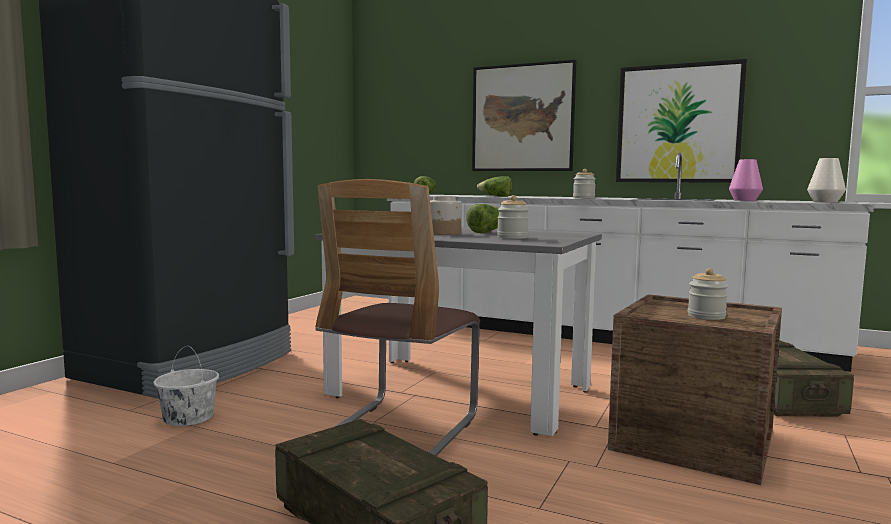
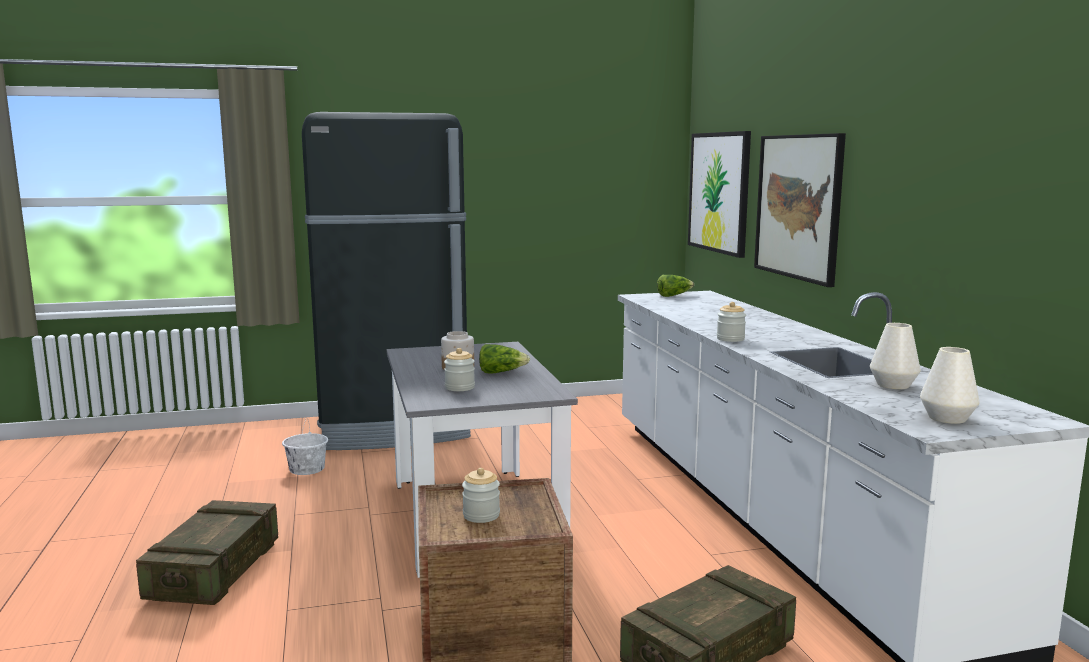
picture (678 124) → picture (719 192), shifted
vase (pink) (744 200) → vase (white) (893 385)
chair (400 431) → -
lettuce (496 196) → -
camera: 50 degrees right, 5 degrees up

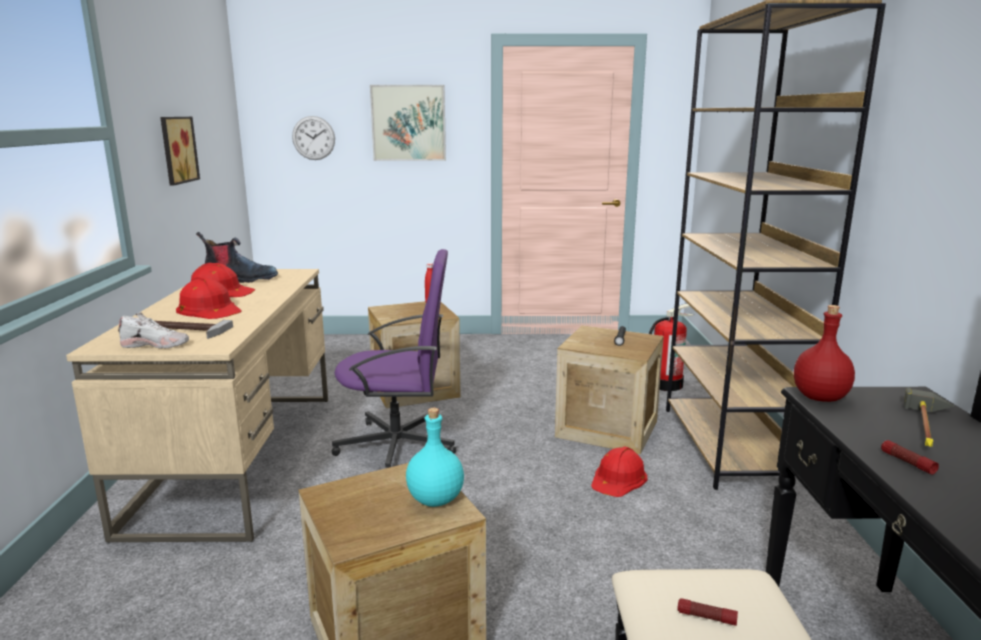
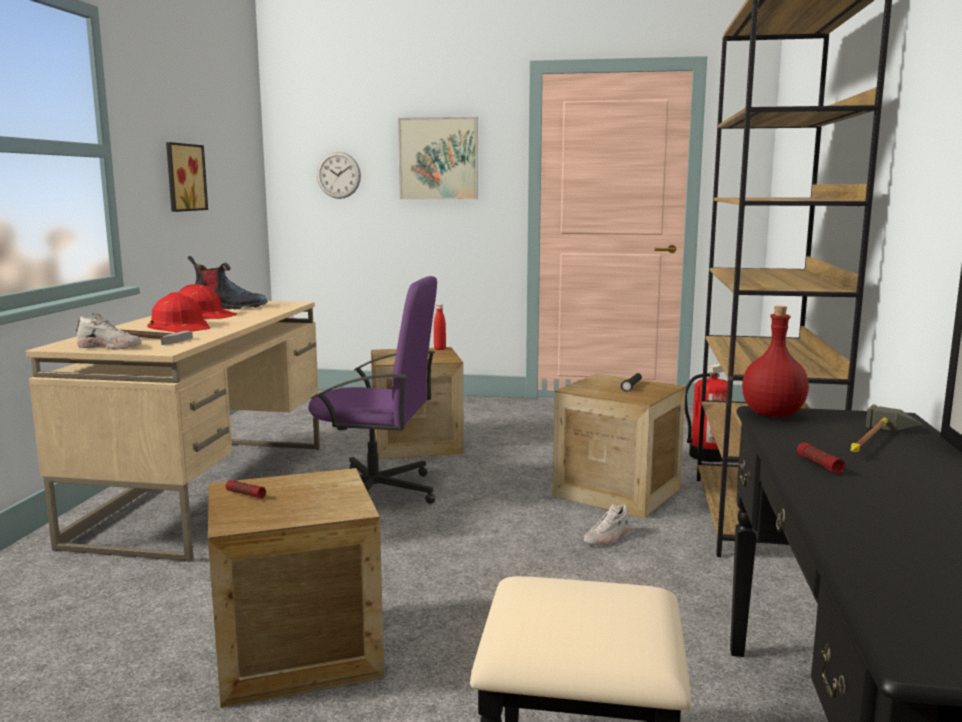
flashlight (706 617) → flashlight (245 494), shifted
hard hat (red) (619 478) → shoe (white) (608 538)
bottle (turquoise) (435 500) → -
camera: 10 degrees right, 5 degrees down

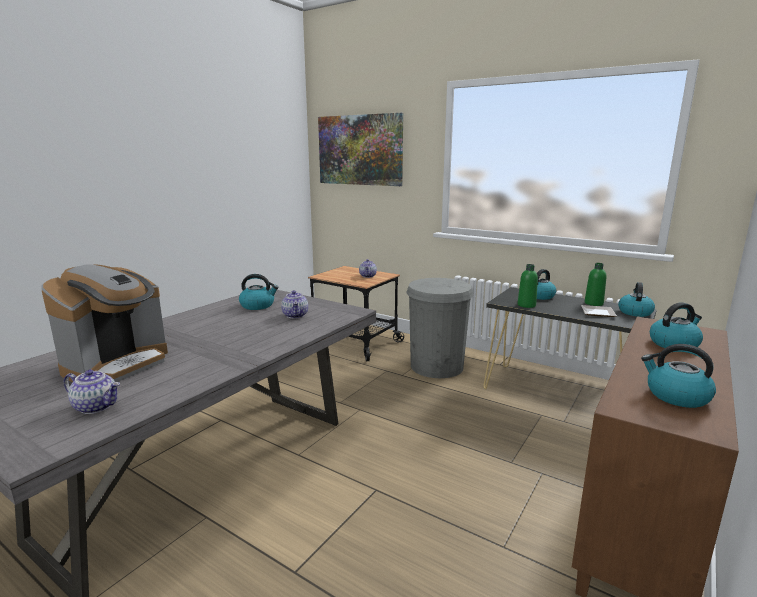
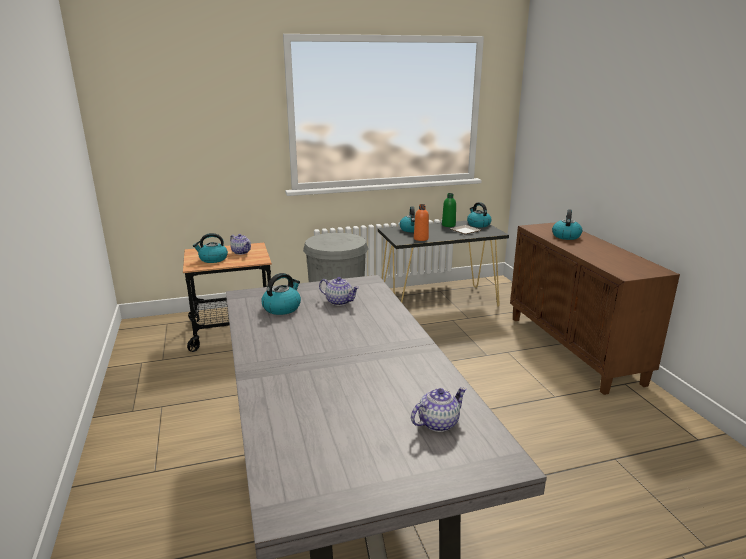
kettle (676 396) → kettle (213 259), shifted
bottle (green) (526 305) → bottle (orange) (421 239)
coffee machine (117 364) → -
picture (360 150) → -
camera: 50 degrees left, 5 degrees up

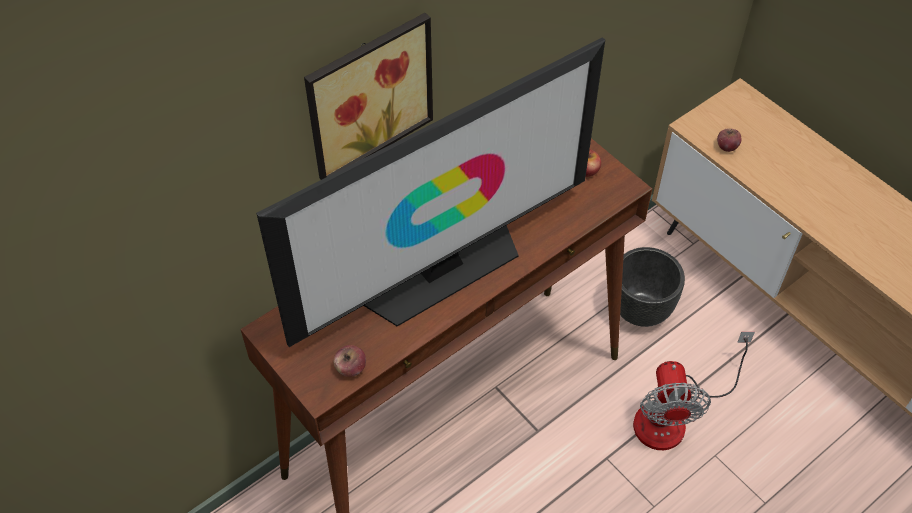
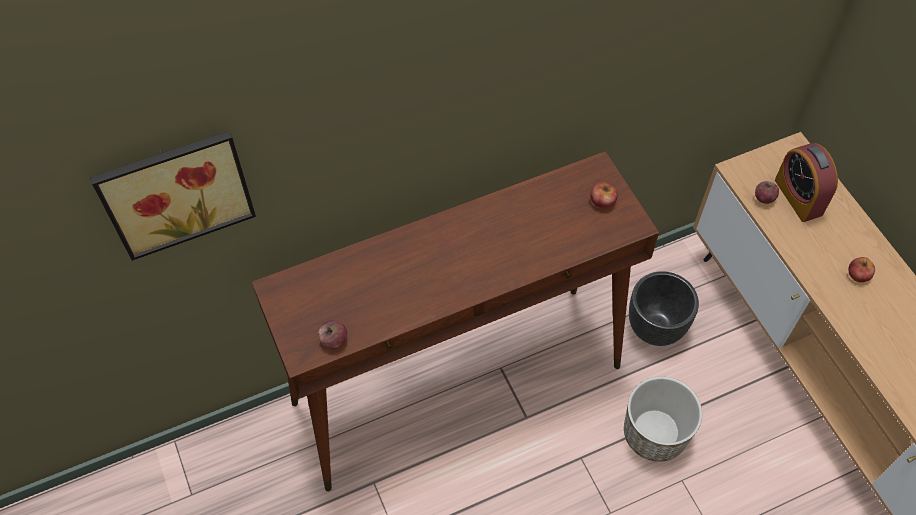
picture (366 94) → picture (175 190), shifted
fan (673 415) → planter (654 433)
- → alarm clock (798 197)
- → apple (858 274)
television (441 269) → -
camera: 15 degrees right, 5 degrees up

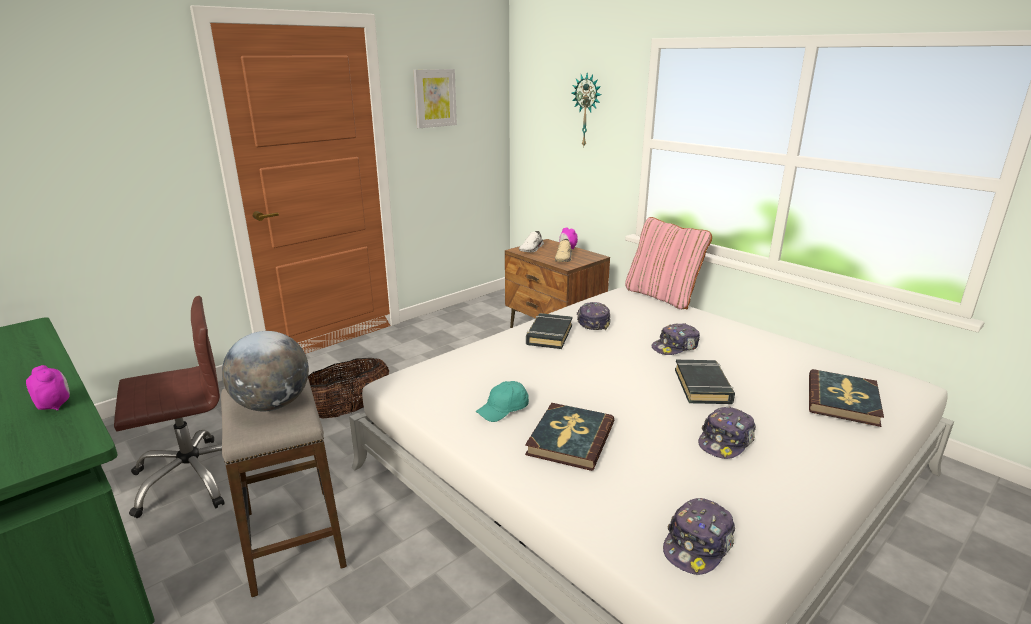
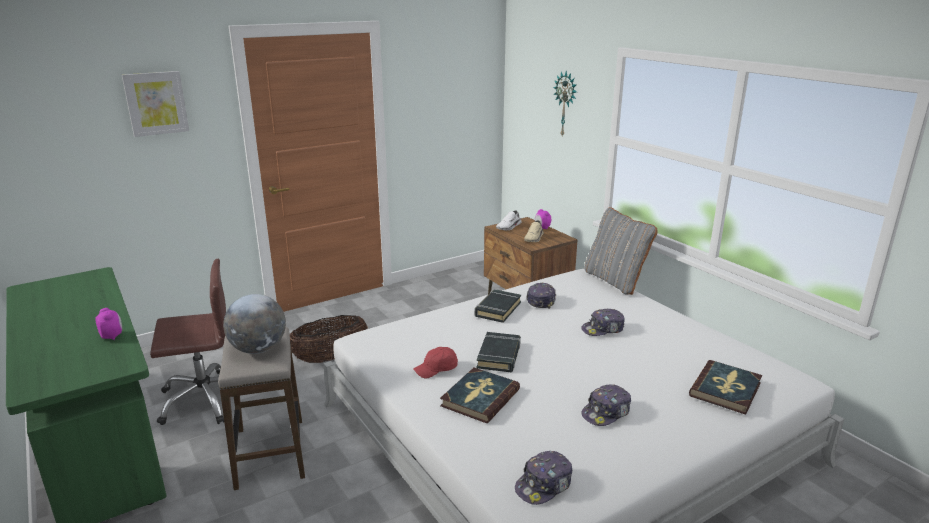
picture (434 98) → picture (156 103), shifted
cap (turquoise) (504 409) → cap (red) (436 369)
book (black) (703 386) → book (black) (499 356), shifted
pillow (pink) (662 296) → pillow (grey) (615 281)
camera: 10 degrees right, 0 degrees up

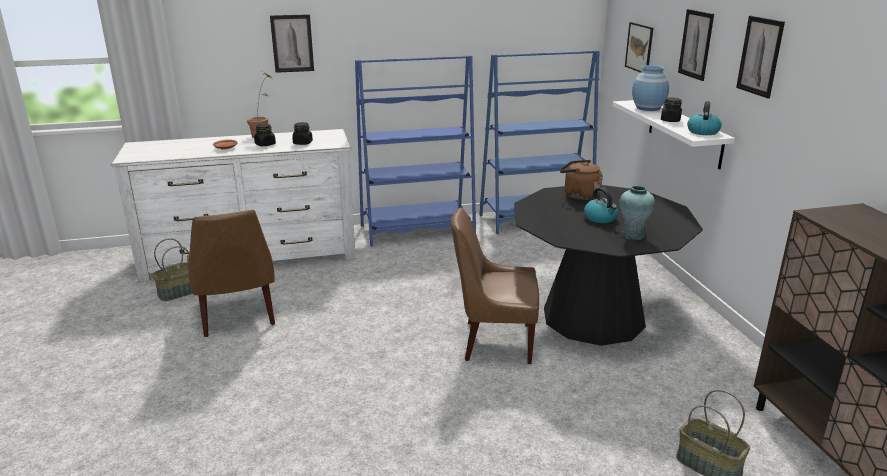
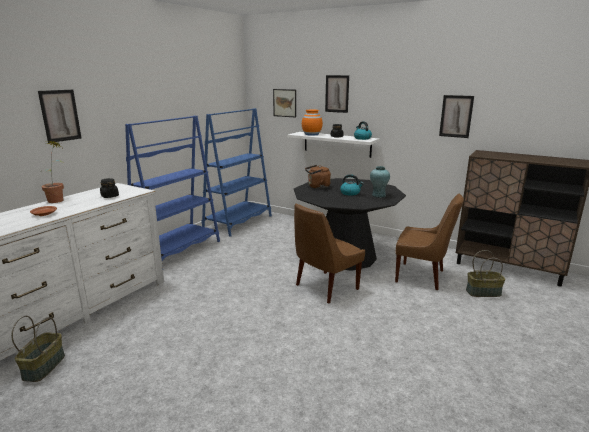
vase (blue) (648 108) → vase (orange) (311 134)
chair (brown) (237 318) → chair (brown) (422 277), shifted
picture (760 56) → picture (456 116), shifted
jar (black) (265 144) → -
camera: 45 degrees left, 5 degrees down

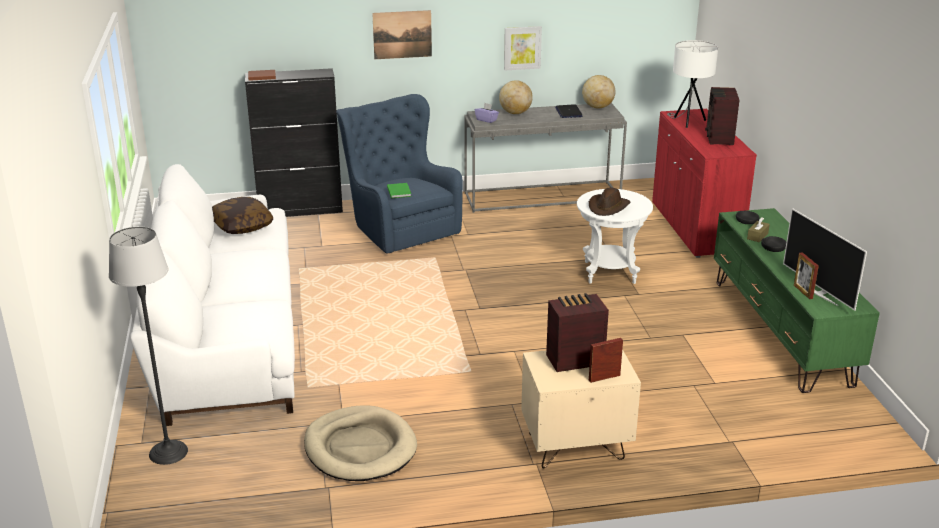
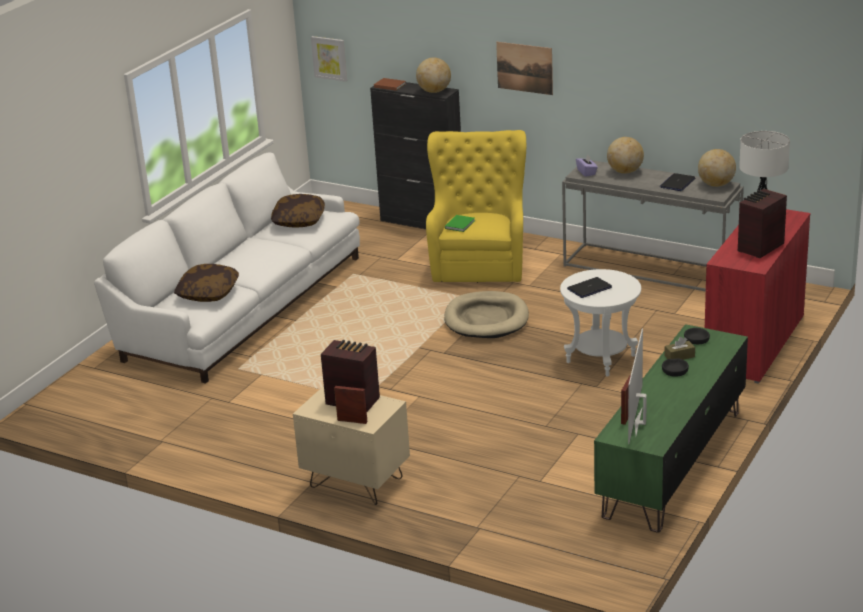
- → pillow (208 293)
picture (522 48) → picture (329 58), shifted
- → globe (434 91)
armchair (blue) (399 227) → armchair (yellow) (480 261)
dog bed (beige) (360 448) → dog bed (beige) (486 319), shifted
hat (brown) (608 207) → laptop (589 288)
floor lamp (168 452) → -
camera: 40 degrees right, 0 degrees up

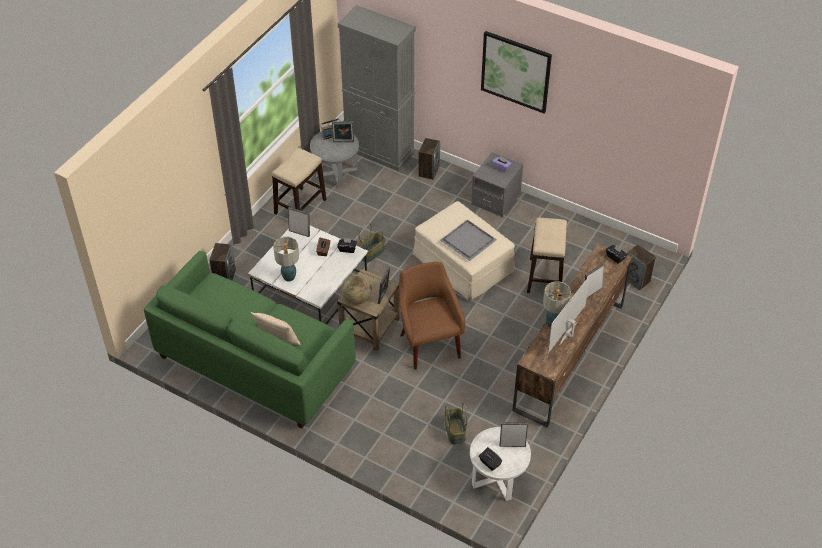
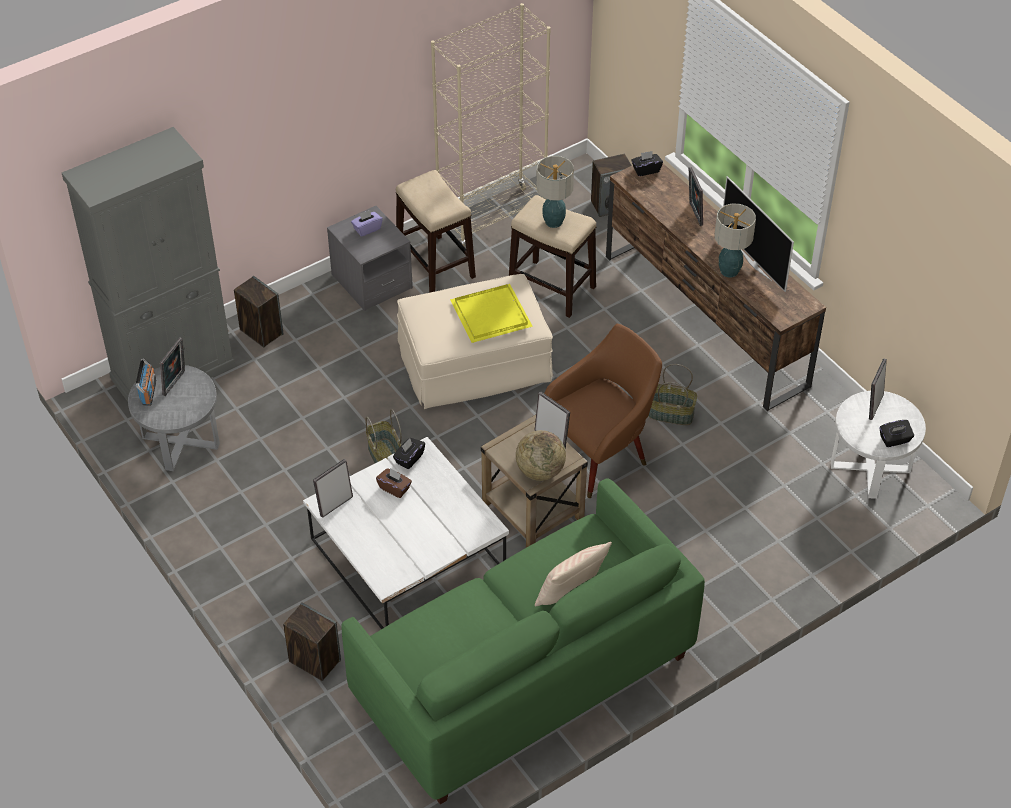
stool (300 207) → stool (436 266), shifted
- → bookcase (beige) (492 217)
tray (grey) (468 242) → tray (yellow) (492 315)
table lamp (289 277) → table lamp (554 222), shifted
armchair (brown) (429 342) → armchair (brown) (599 454), 135 degrees clockwise
basket (454 431) → basket (670 414), shifted
picture (516 71) → -
camera: 65 degrees left, 0 degrees up

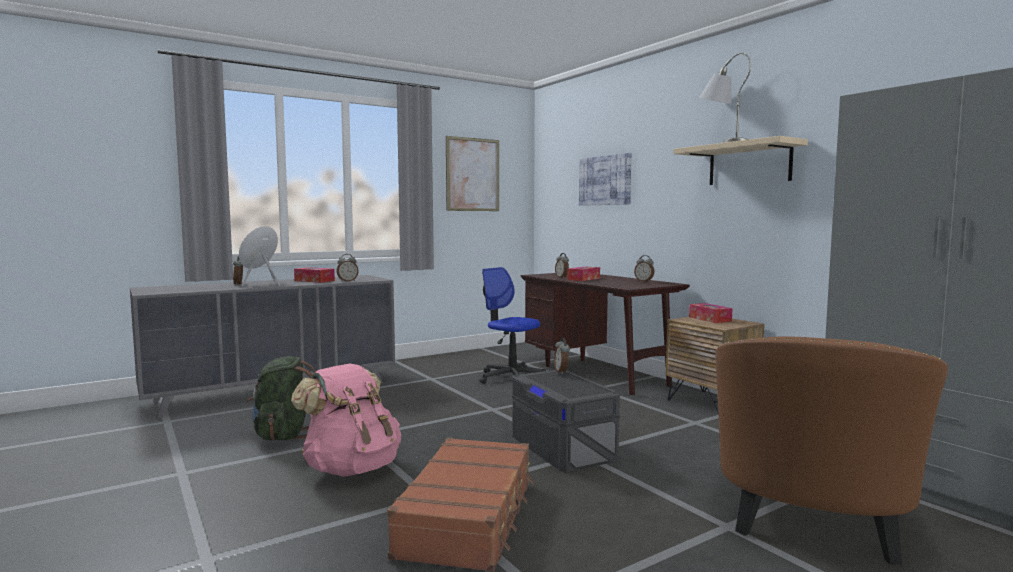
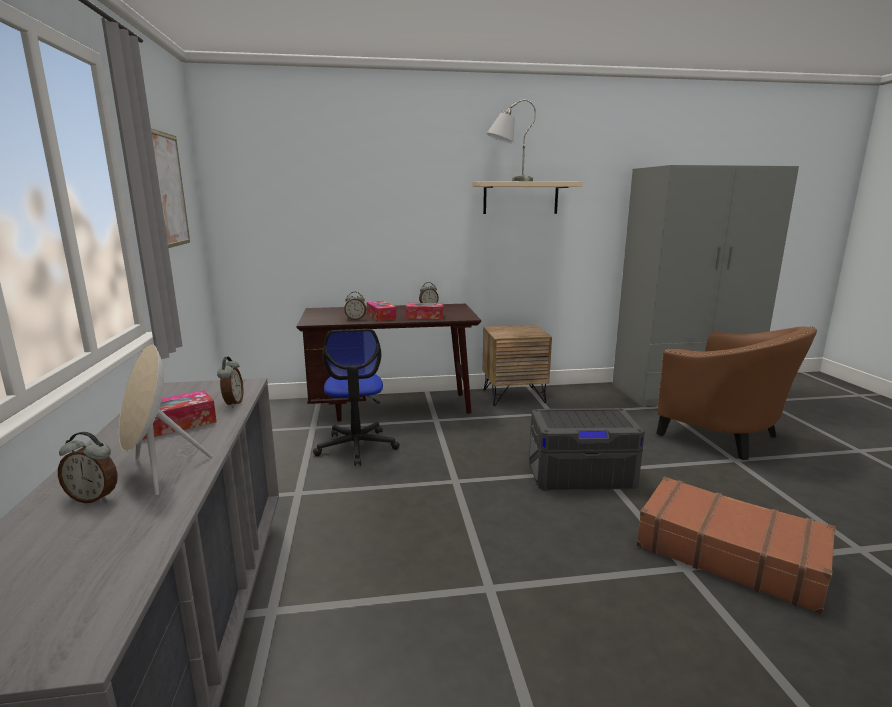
office chair (511 378) → office chair (357 447), 75 degrees counterclockwise
tissue box (709 319) → tissue box (425 316), shifted
backpack (green) (284 435) → -
backpack (pink) (351 468) → -
alarm clock (561 372) → -
picture (605 180) → -
camera: 65 degrees left, 10 degrees up

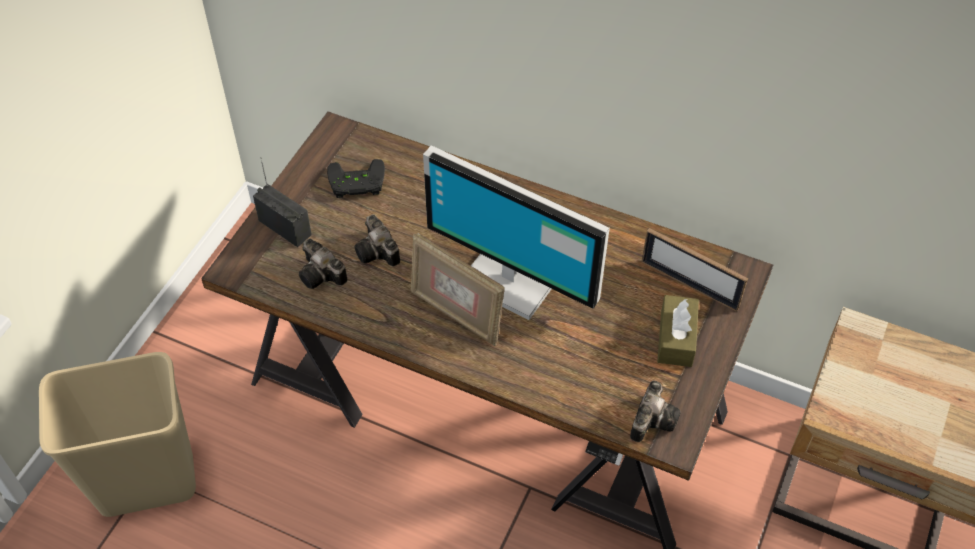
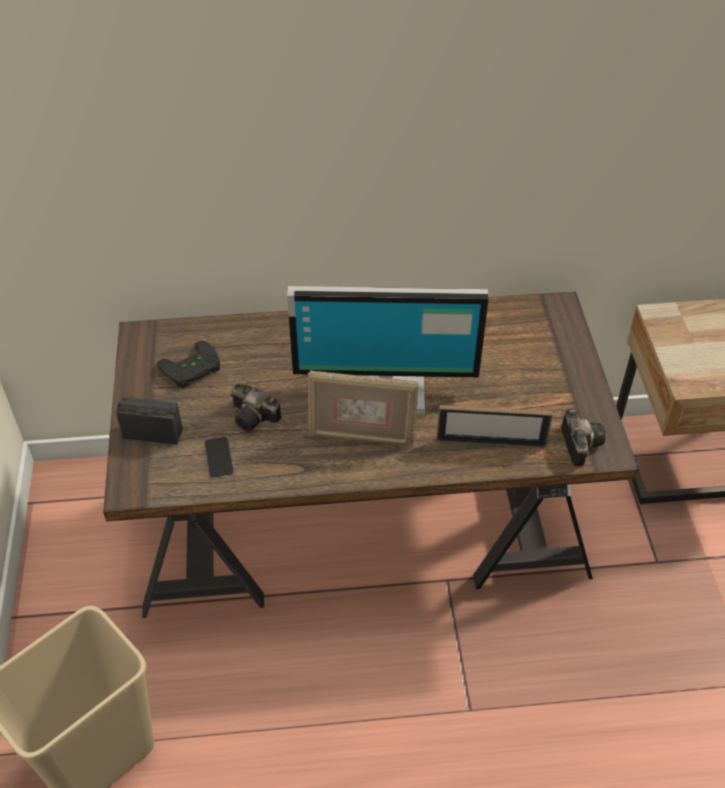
photo camera (323 275) → phone (219 457)
picture frame (689 285) → picture frame (491 443), shifted
tissue box (brown) (676 338) → -
camera: 30 degrees left, 5 degrees down

